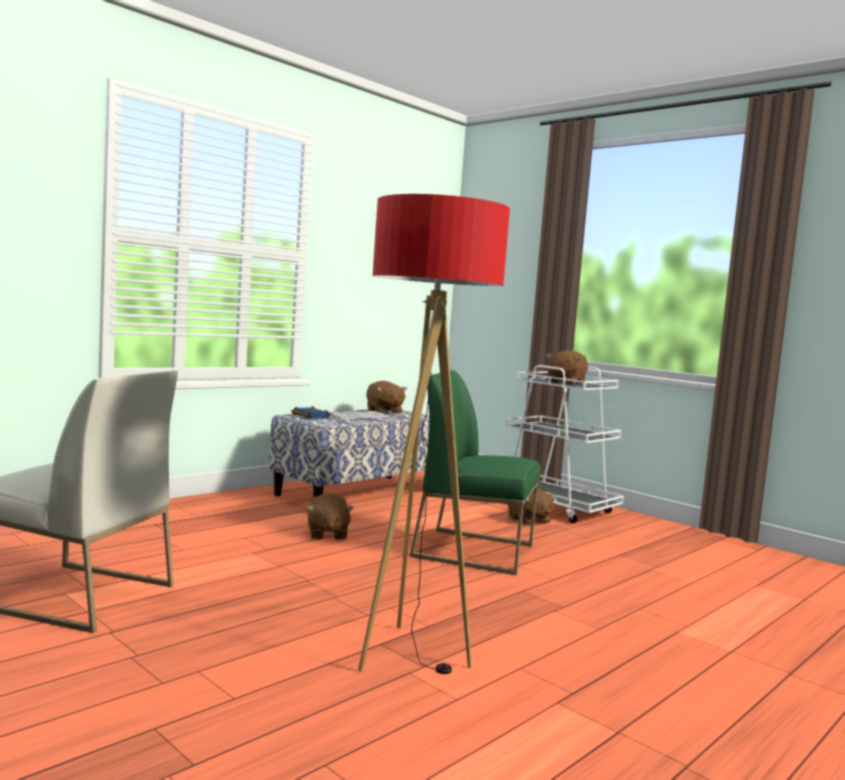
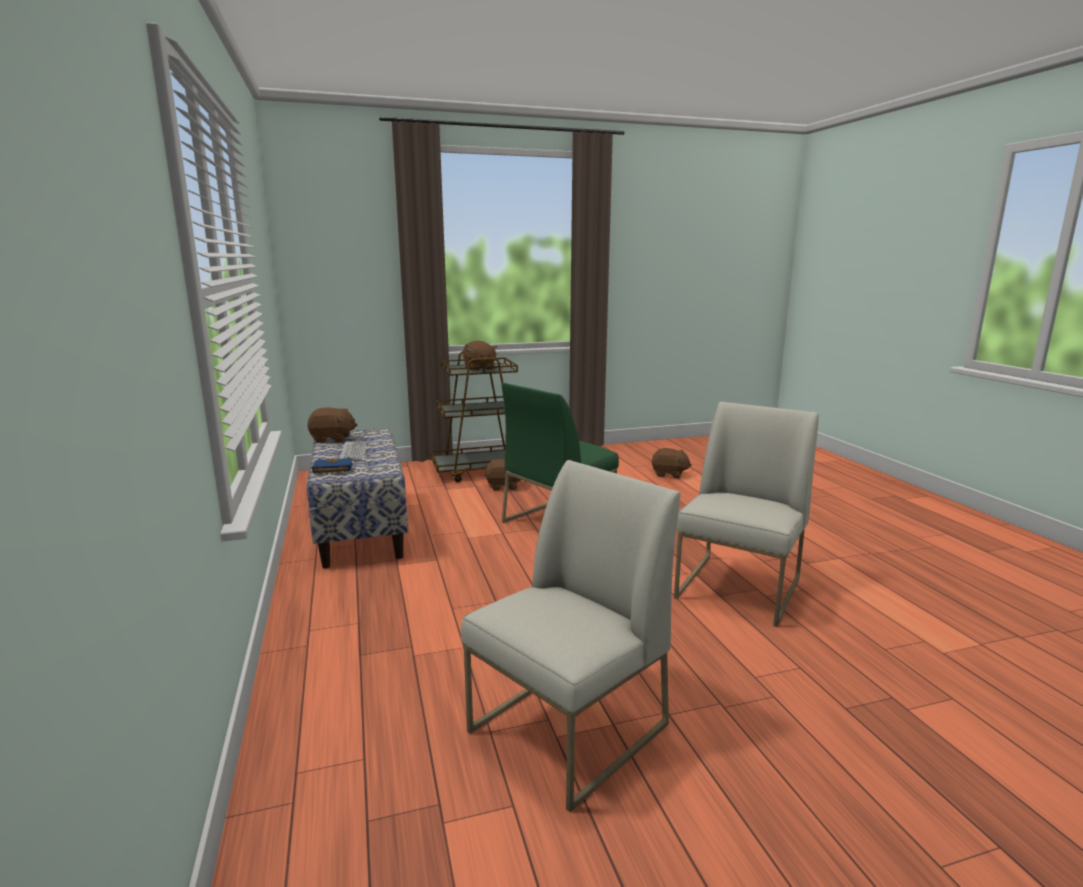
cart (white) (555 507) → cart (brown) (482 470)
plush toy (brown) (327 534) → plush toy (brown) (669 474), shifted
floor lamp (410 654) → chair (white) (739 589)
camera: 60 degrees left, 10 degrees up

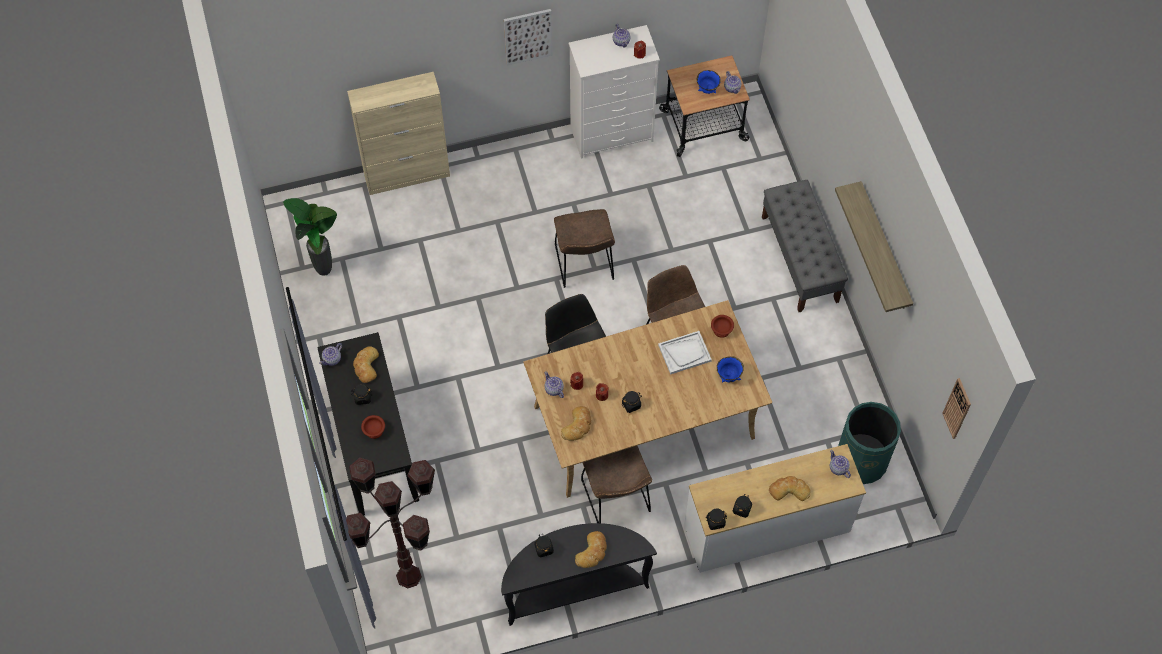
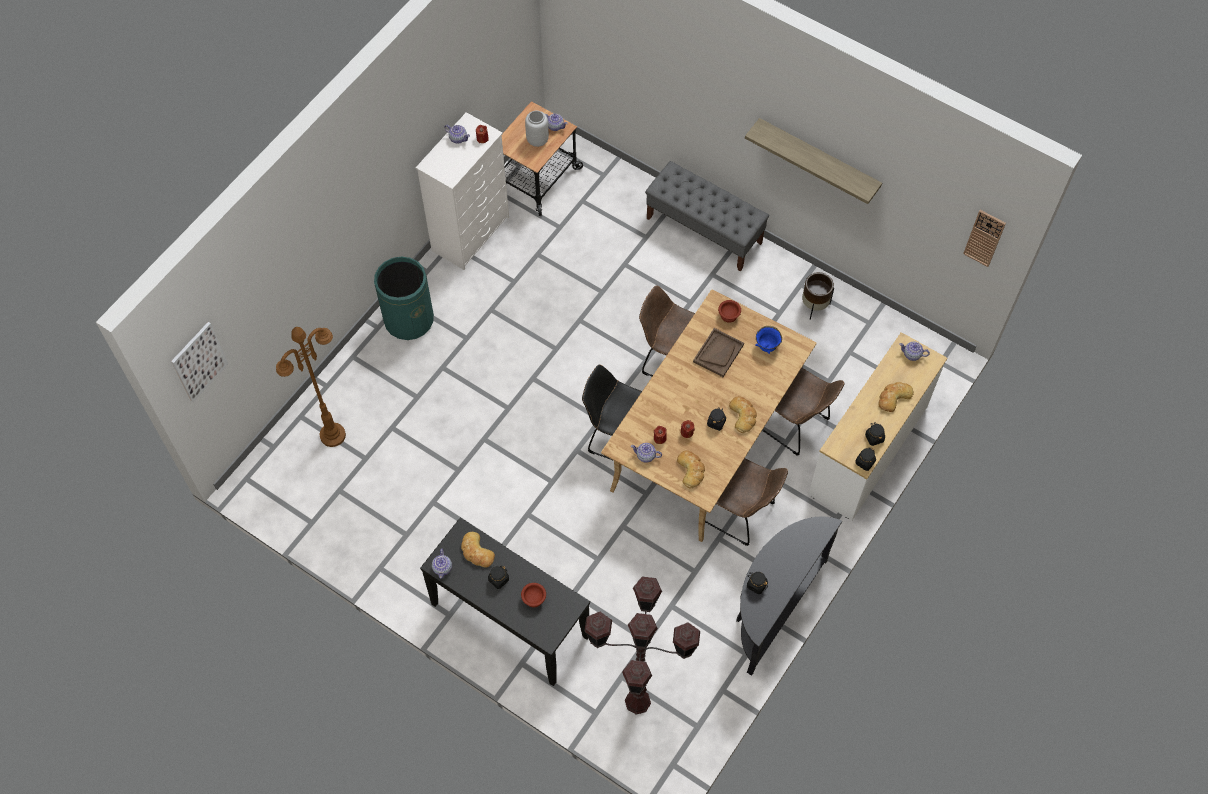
picture (528 36) → picture (199 361), shifted
- → floor lamp (brown) (333 435)
trash can (green) (861 461) → trash can (green) (409 319), shifted
bowl (blue) (707 89) → vase (grey) (537 140)
tray (white) (684 353) → tray (brown) (718 353)
bread (592 551) → bread (743 415), shifted
chair (brown) (585 265) → chair (brown) (795 425), shifted
- → planter (brown) (814 306)
potted plant (323 270) → -
cabinet (beige) (407 175) → -
camera: 40 degrees left, 0 degrees up

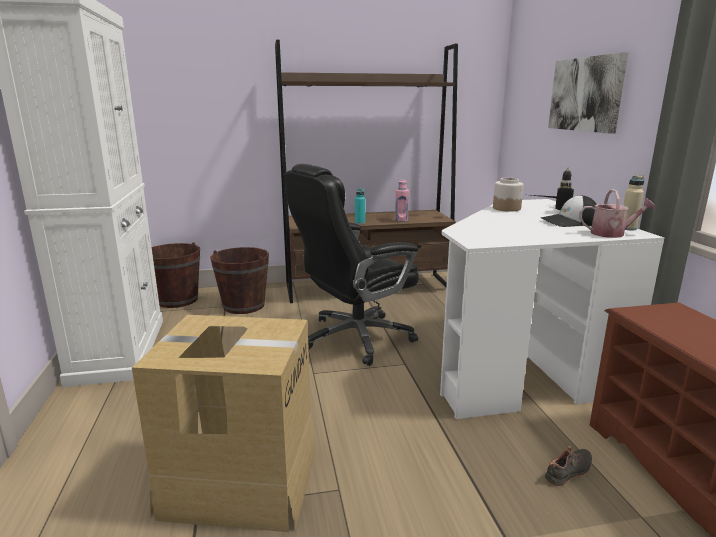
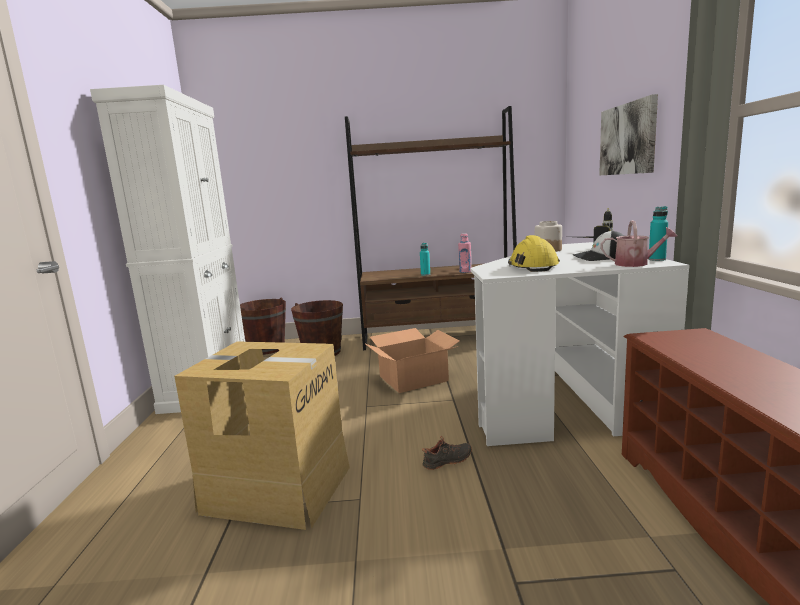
office chair (black) (354 338) → cardboard box (413 378)
shoe (black) (569 472) → shoe (black) (448 461), shifted
- → hard hat (yellow) (532 266)
bottle (beige) (628 228) → bottle (turquoise) (657 259)
camera: 10 degrees right, 5 degrees down

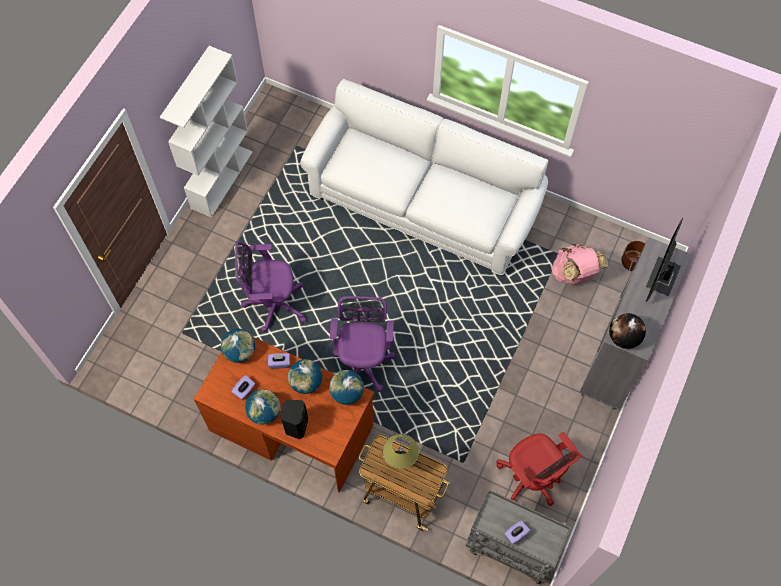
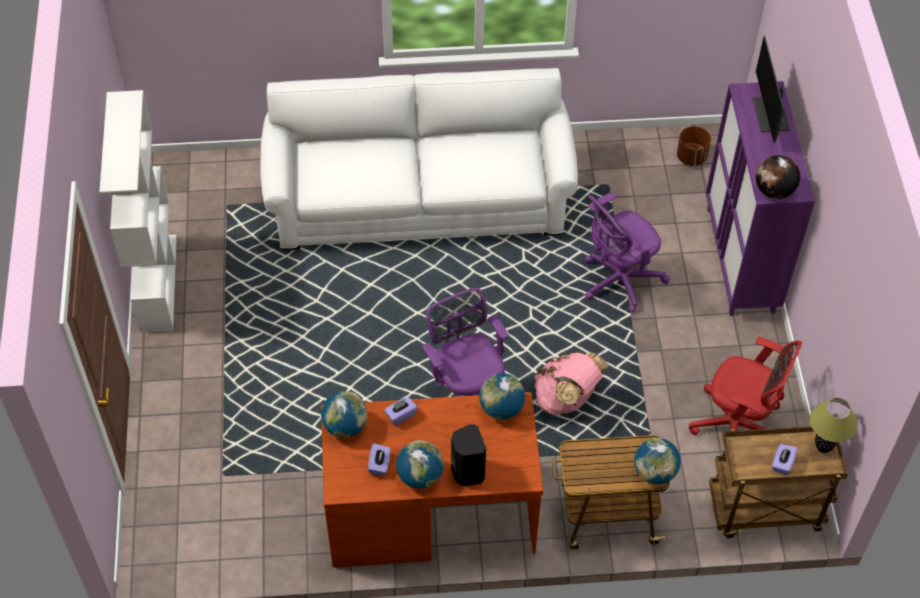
backpack (pink) (574 274) → backpack (pink) (566 398), shifted
office chair (purple) (272 304) → office chair (purple) (618 281), shifted
globe (306 382) → globe (654 472), shifted
cabinet (grey) (616 357) → cabinet (purple) (740 260)
cart (grey) (510 548) → cart (brown) (764 511)
table lamp (400 462) → table lamp (823 447), shifted
camera: 30 degrees left, 10 degrees down

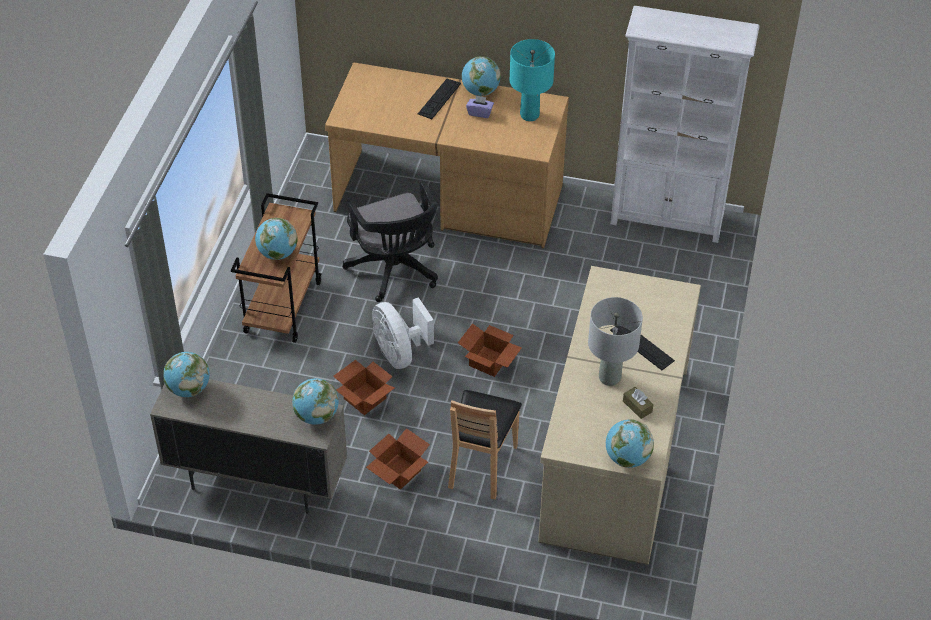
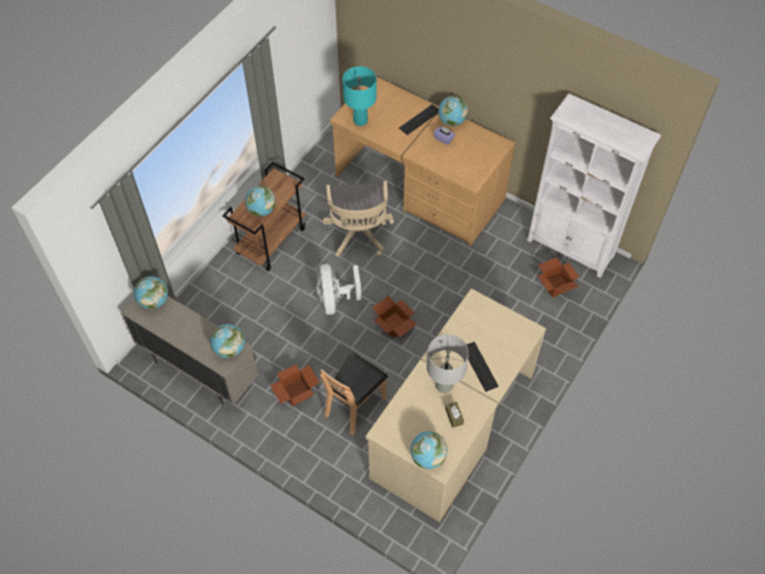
office chair (black) (395 271) → office chair (beige) (358 235)
table lamp (turquoise) (530 115) → table lamp (turquoise) (360 121), shifted
cardboard box (364 397) → cardboard box (555 284), shifted
camera: 20 degrees right, 10 degrees up

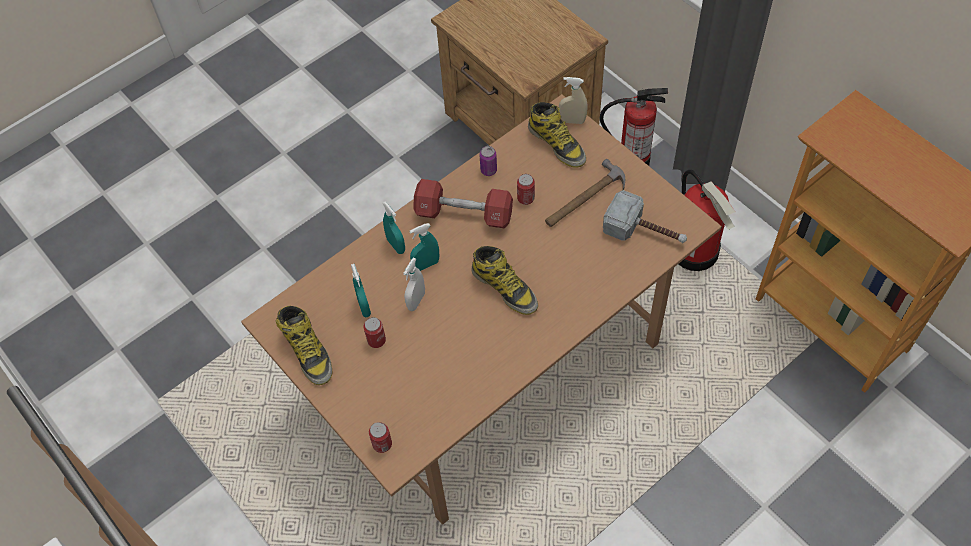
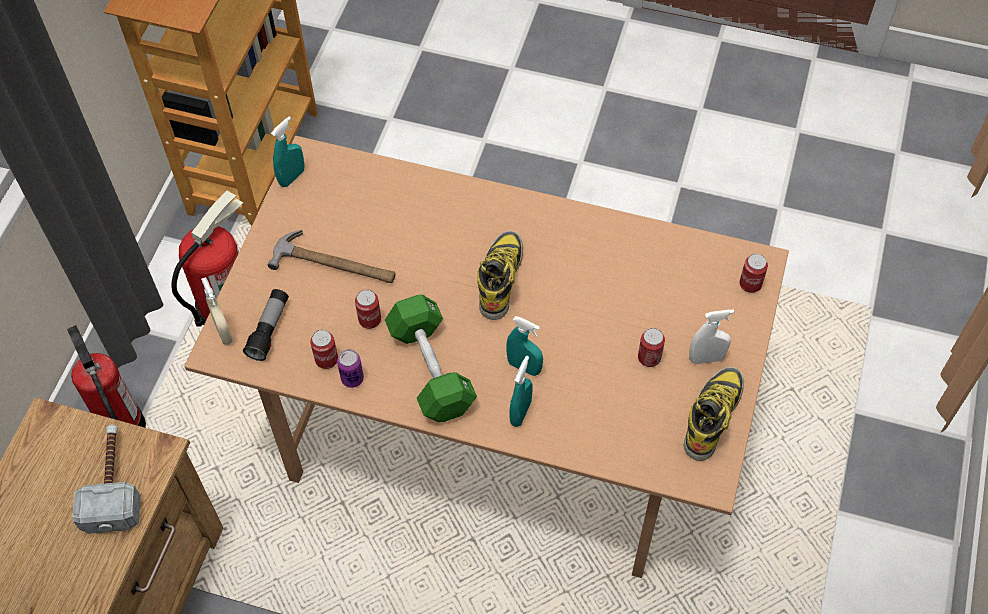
hammer (645 231) → hammer (113 483), shifted
boot (557 144) → flashlight (269 330)
spray bottle (turquoise) (364 307) → spray bottle (turquoise) (292 177), shifted
- → can (326 360)
dumbbell (red) (464 214) → dumbbell (green) (431 369)
spray bottle (white) (416 301) → spray bottle (white) (706 358), shifted
camera: 125 degrees left, 0 degrees up

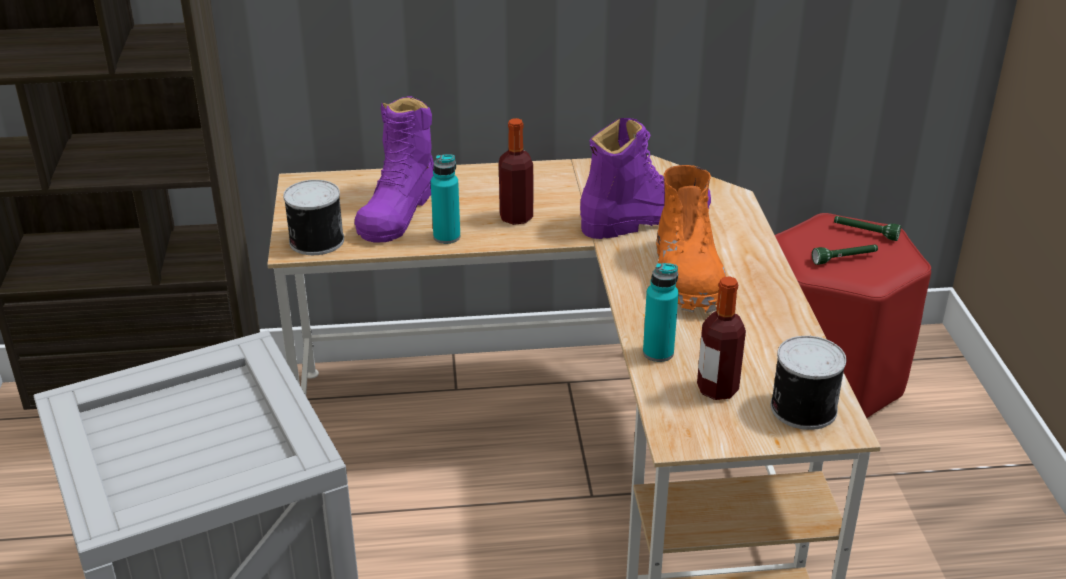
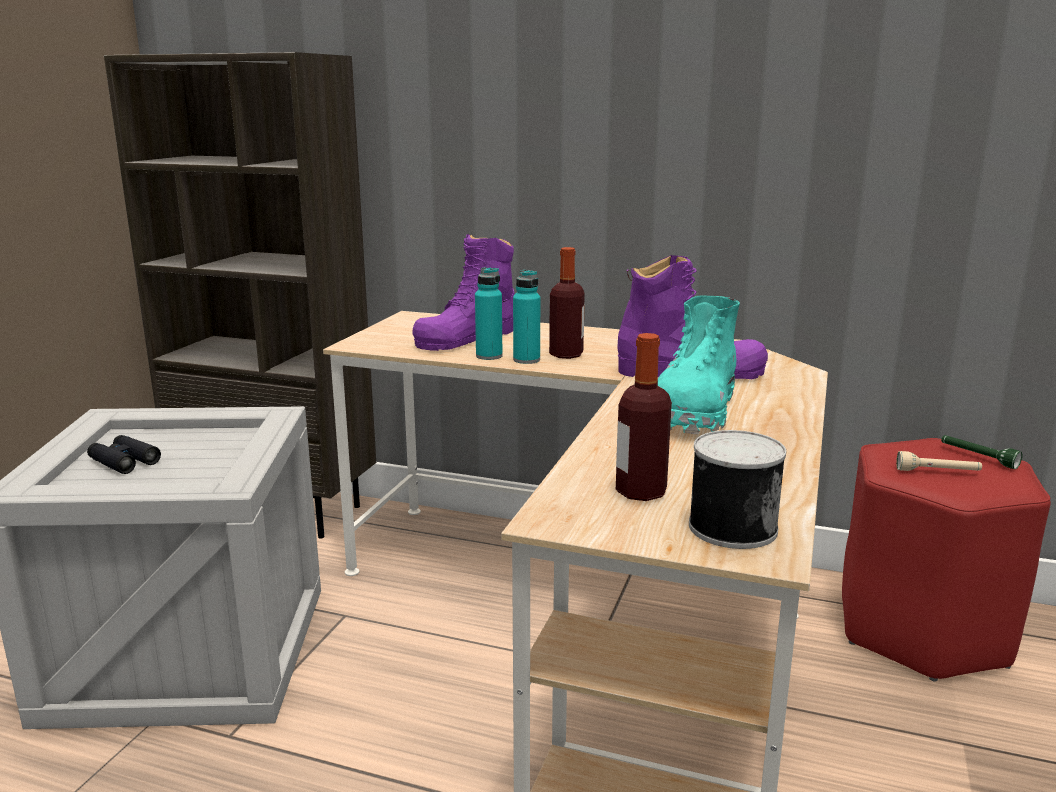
- → binoculars (black) (124 461)
bottle (turquoise) (658 353) → bottle (turquoise) (526 360), shifted
boot (orange) (686 276) → boot (turquoise) (695 411)
flashlight (green) (844 259) → flashlight (beige) (937 472)
can (315 240) → -
camera: 25 degrees right, 15 degrees down

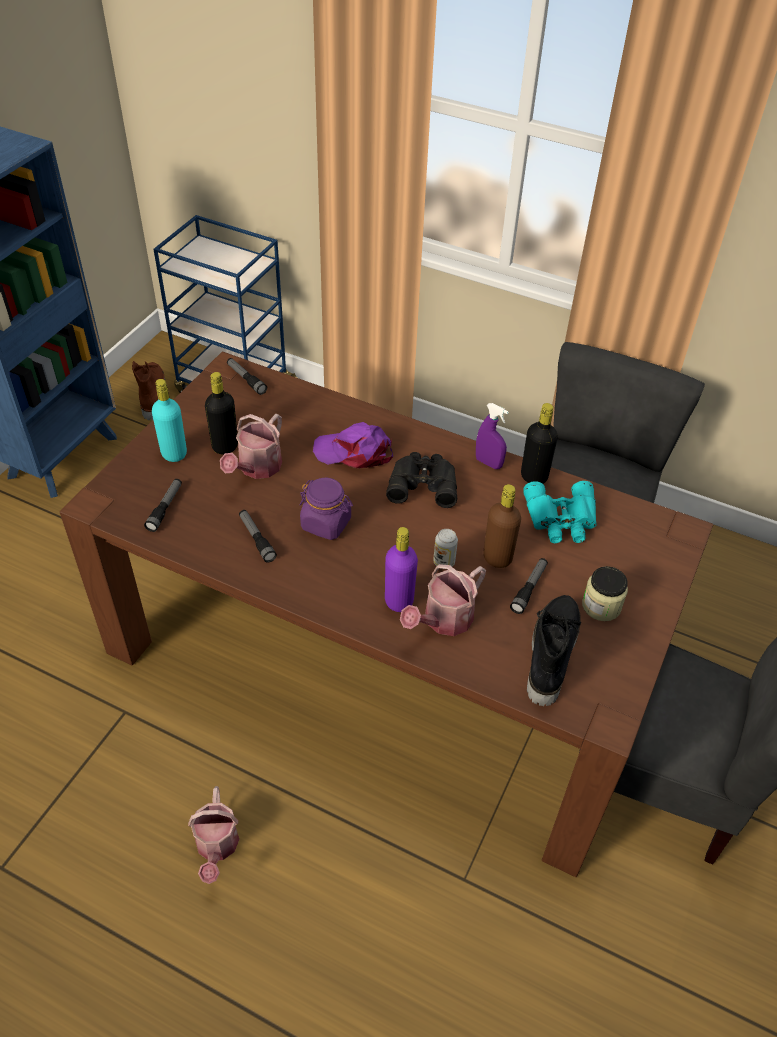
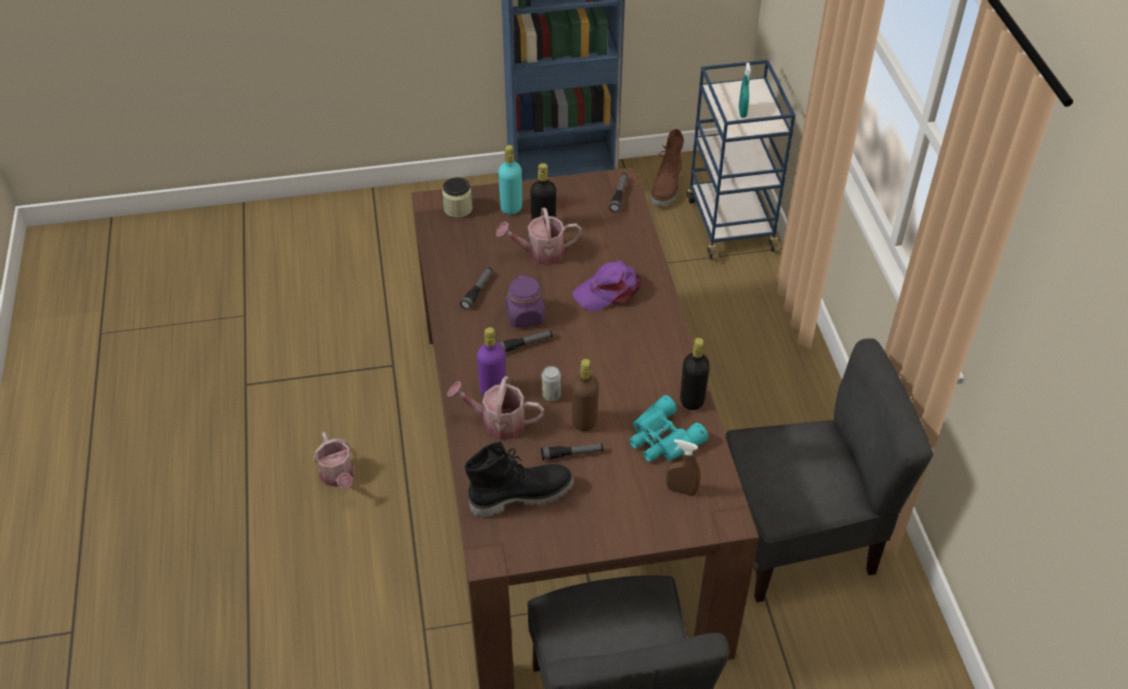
watering can (217 847) → watering can (338 477), 75 degrees counterclockwise
jar (601 606) → jar (458 208), shifted
flashlight (165 508) → flashlight (524 344), shifted
cap (purple) (354 452) → cap (purple) (608 291), 90 degrees counterclockwise
boot (brown) (151 396) → boot (brown) (667 188), 150 degrees clockwise
- → spray bottle (brown) (681 490)
- → spray bottle (turquoise) (742 112)
binoculars (black) (423 483) → -
spray bottle (purple) (488 463) → -
camera: 55 degrees right, 0 degrees up

